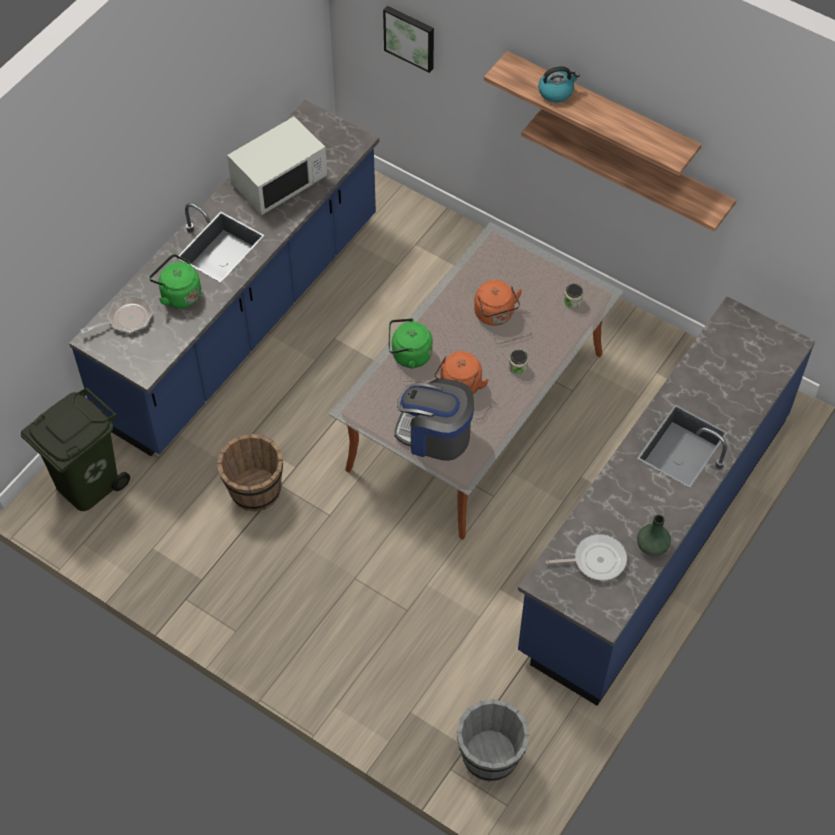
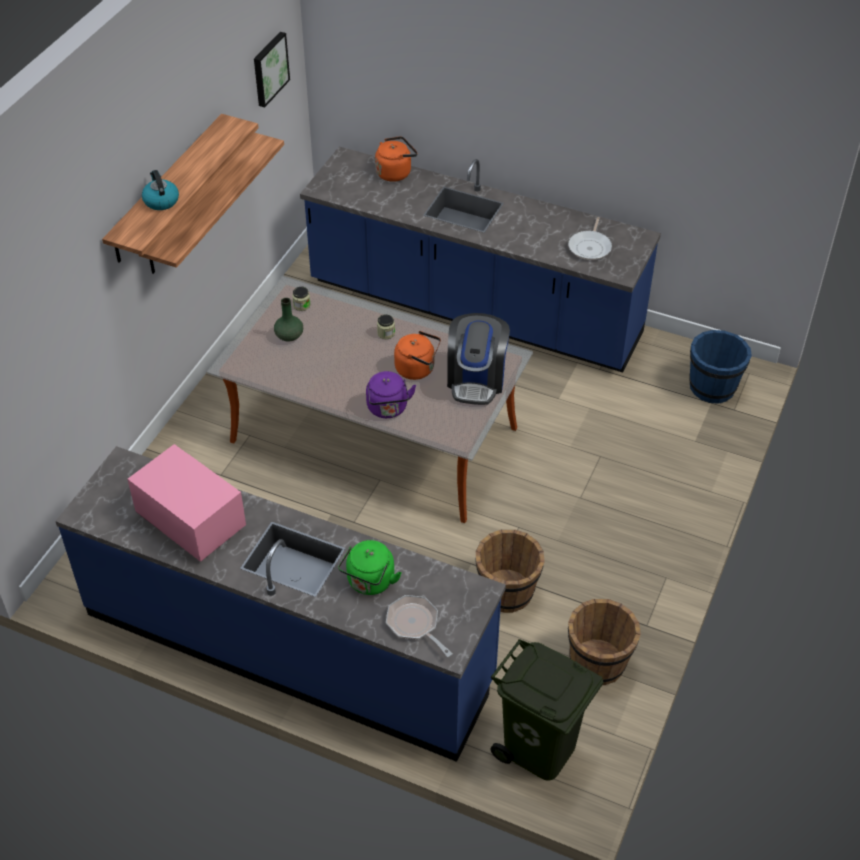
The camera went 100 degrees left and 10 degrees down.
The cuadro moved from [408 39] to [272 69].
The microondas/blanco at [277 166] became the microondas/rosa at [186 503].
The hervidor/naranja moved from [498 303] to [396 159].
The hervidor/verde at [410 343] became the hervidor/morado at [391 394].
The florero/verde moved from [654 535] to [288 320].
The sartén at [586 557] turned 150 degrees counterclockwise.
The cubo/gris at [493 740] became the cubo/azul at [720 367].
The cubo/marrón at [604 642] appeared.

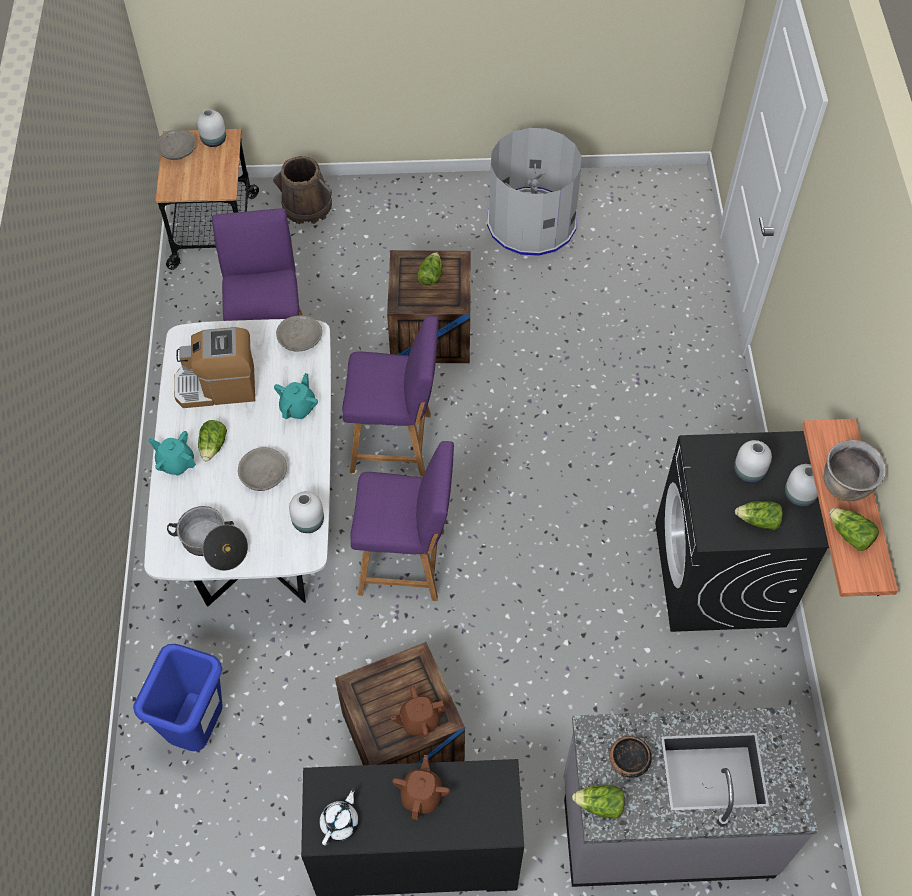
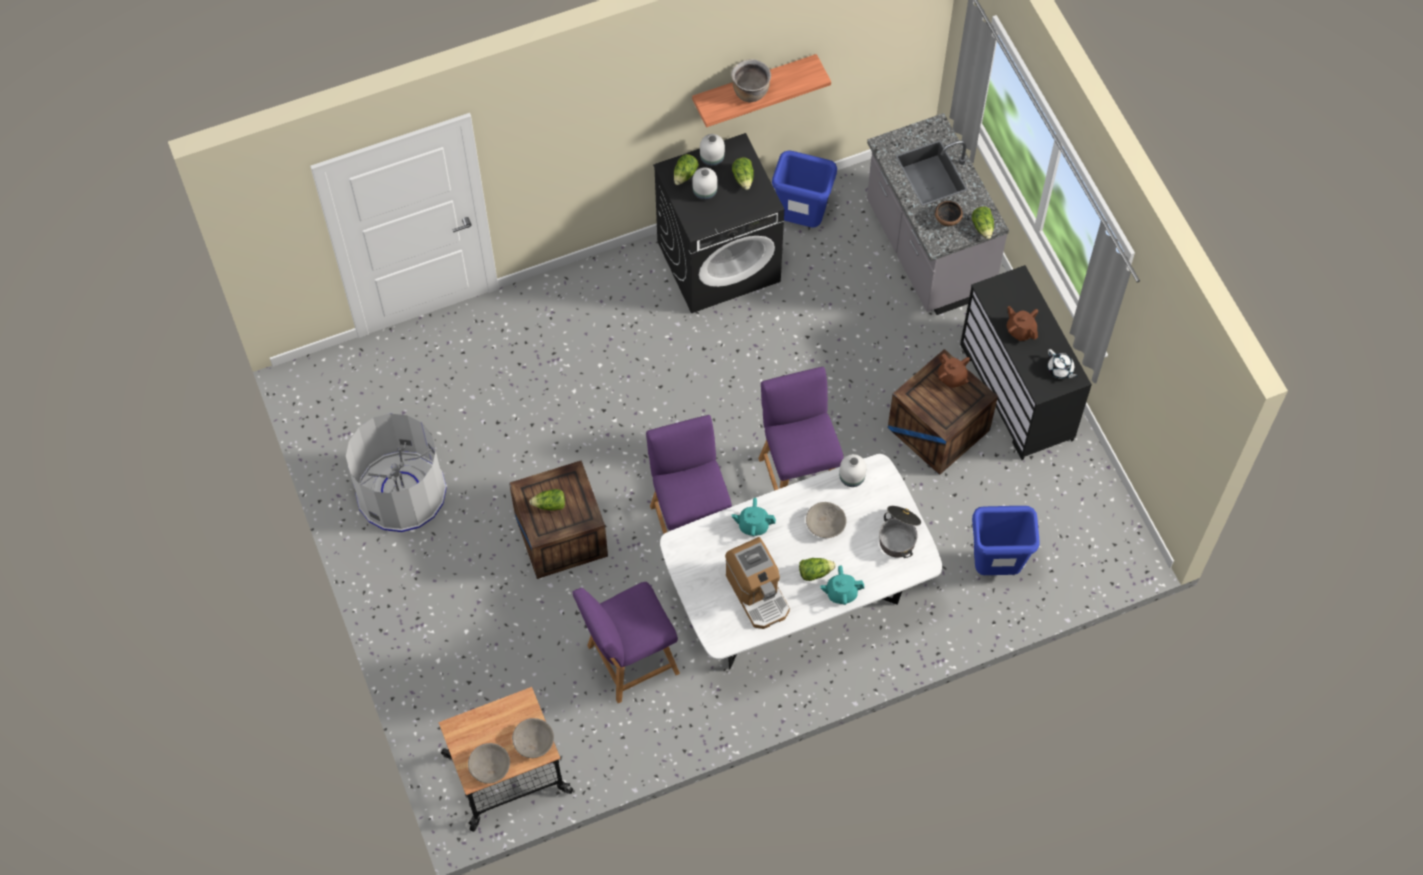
The camera went 110 degrees left and 5 degrees up.
The florero/blanco at [211 128] disappeared.
The cubo/marrón at [302 190] disappeared.
The cuenco/gris moved from [299 333] to [533 738].
The tetera/turquesa at [172 453] turned 75 degrees clockwise.
The lechuga moved from [854 529] to [686 169].
The tetera/marrón at [421 787] turned 60 degrees clockwise.
The tetera/blanco at [339 816] turned 135 degrees counterclockwise.
The papelera/azul at [804 189] appeared.

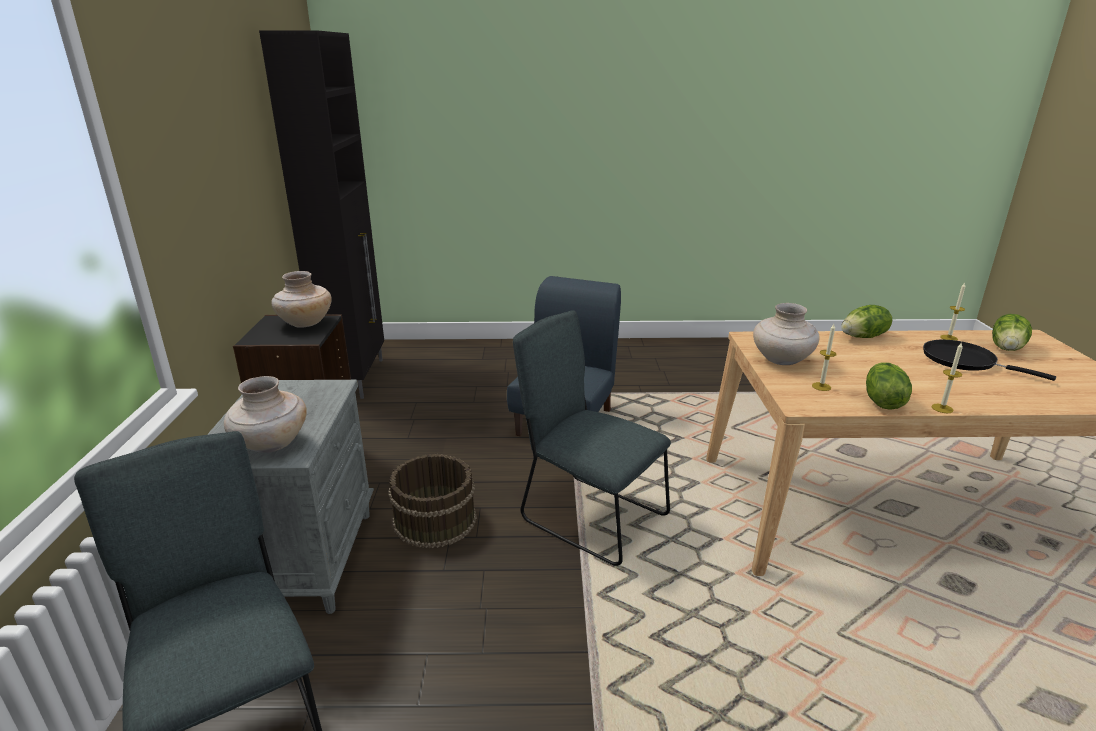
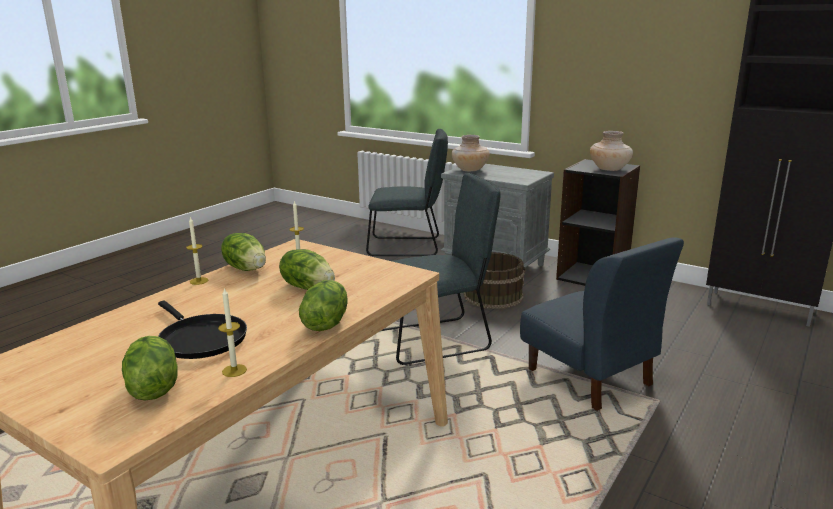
The camera went 125 degrees right and 5 degrees down.
The florero/beis at [786 334] disappeared.
The sartén/negro at [989 360] turned 60 degrees clockwise.
The lechuga at [307 269] appeared.

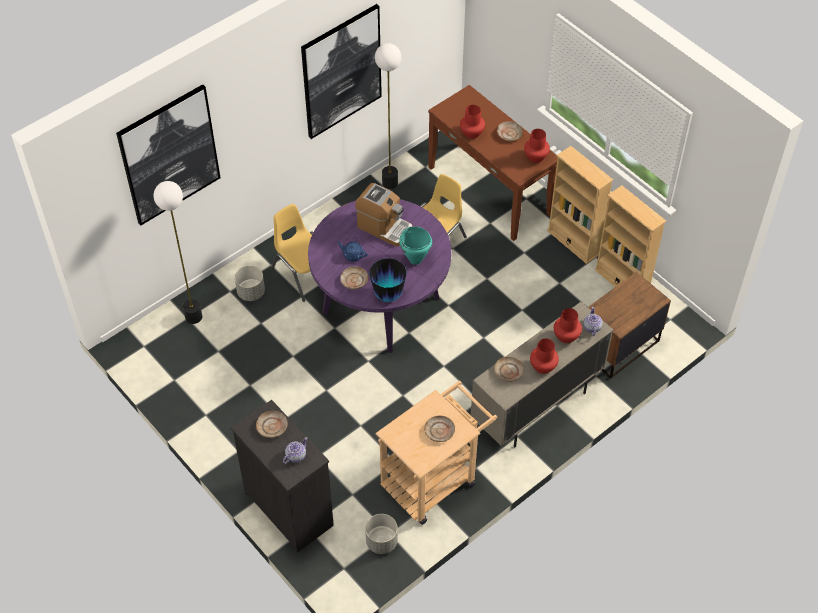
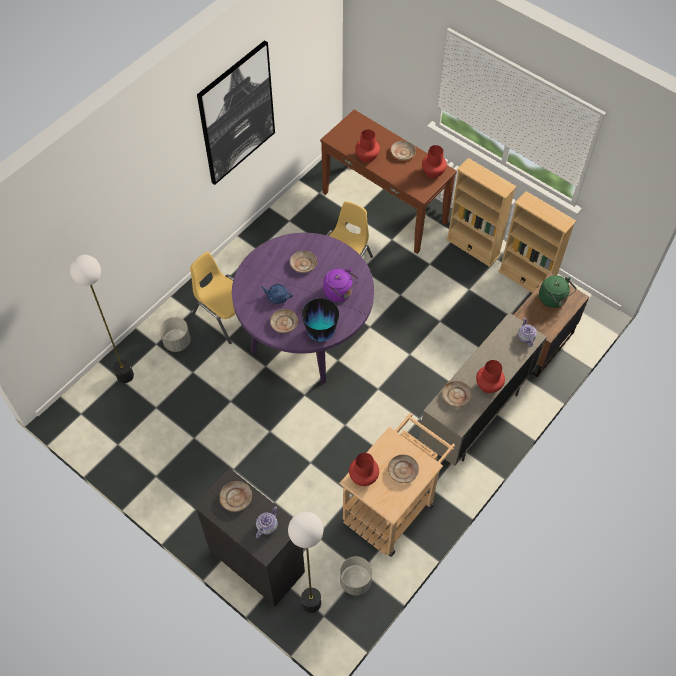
The camera went 10 degrees left and 5 degrees up.
The lámpara de pie moved from [388 116] to [305 562].
The cuadro at [168 154] disappeared.
The cafetera at [383 215] was replaced by the plato/beis at [303 262].
The olla/turquesa at [415 245] was replaced by the hervidor/morado at [340 285].
The florero/rojo moved from [568 325] to [364 469].
The hervidor/verde at [558 291] appeared.

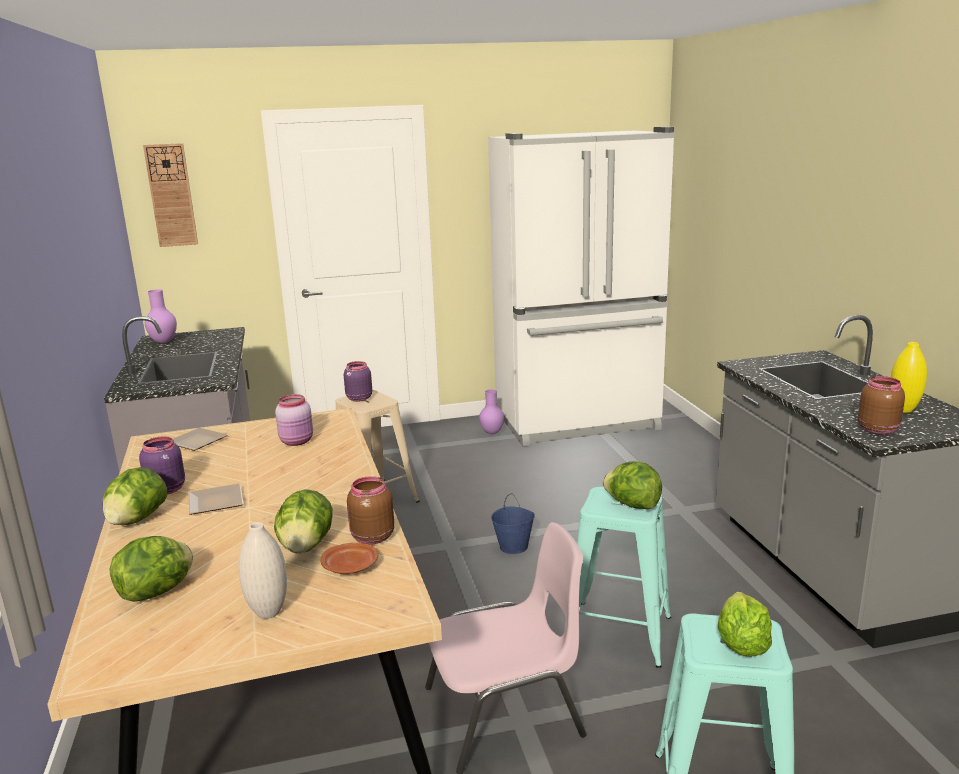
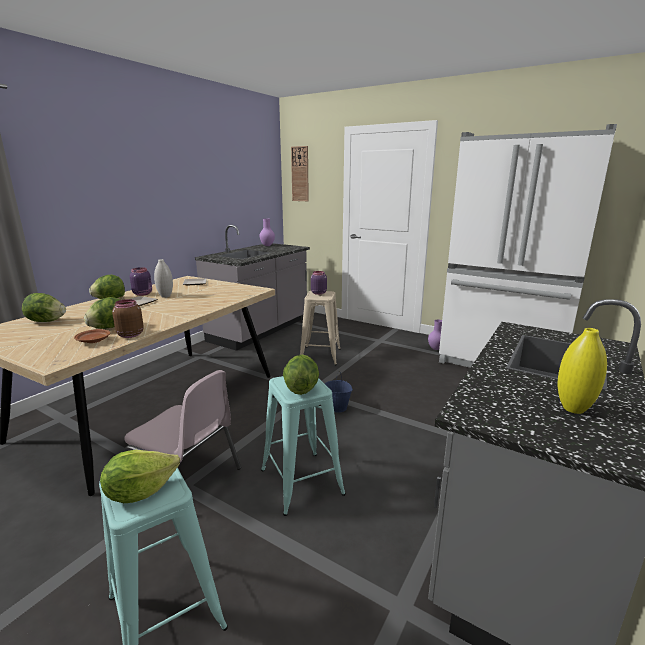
The camera went 45 degrees right and 0 degrees up.
The tarro/marrón at [881 405] disappeared.
The tarro/rosa at [294 420] disappeared.
The florero/blanco moved from [262 570] to [163 278].

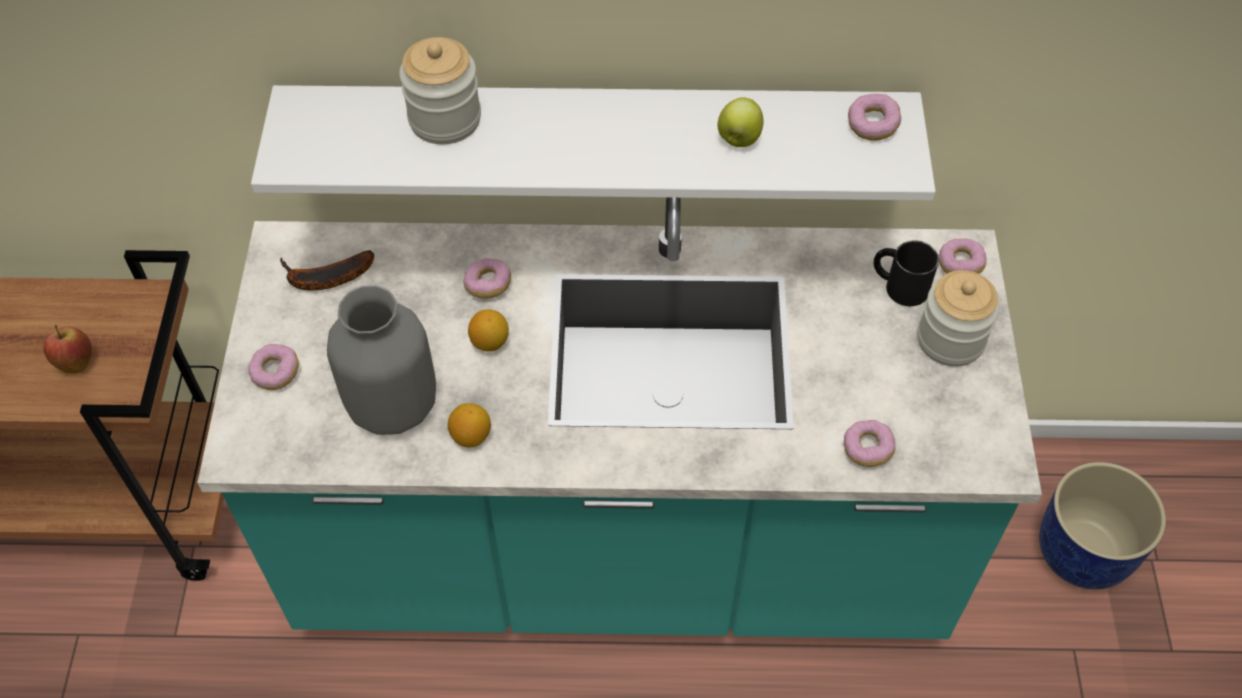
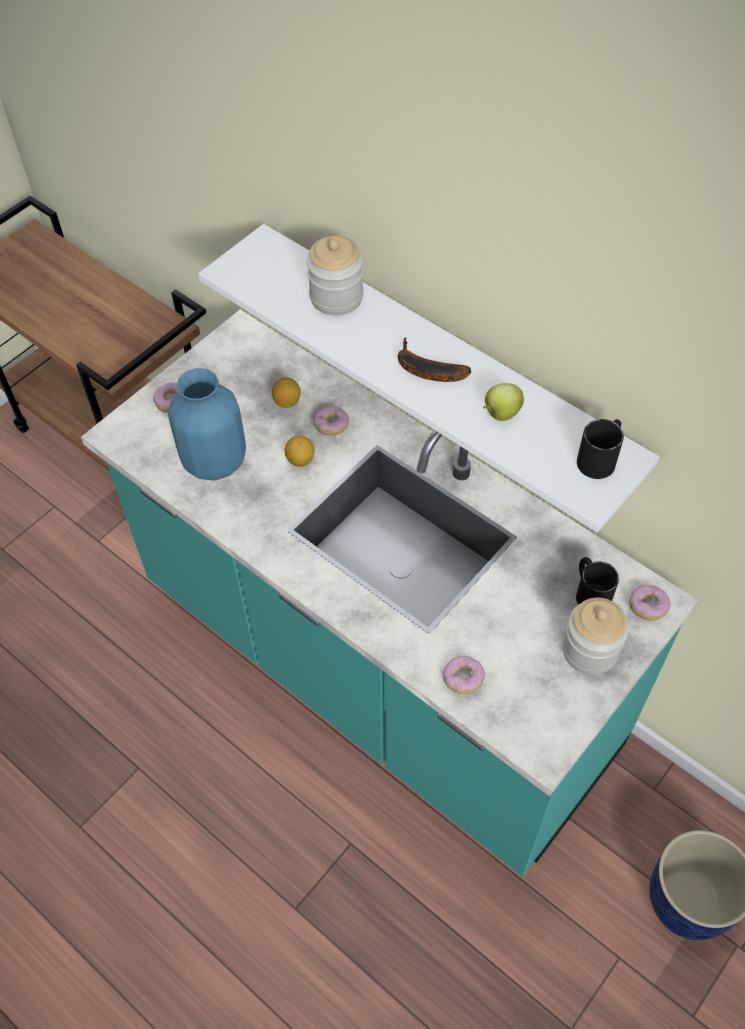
The camera went 40 degrees right and 0 degrees up.
The rosquilla at [874 117] was replaced by the taza grande/negro at [600 449].
The plátano moved from [327 270] to [434 360].
The florero/gris at [381 360] became the florero/azul at [207 424].
The manzana at [68 349] disappeared.
The limón moved from [469 425] to [286 392].

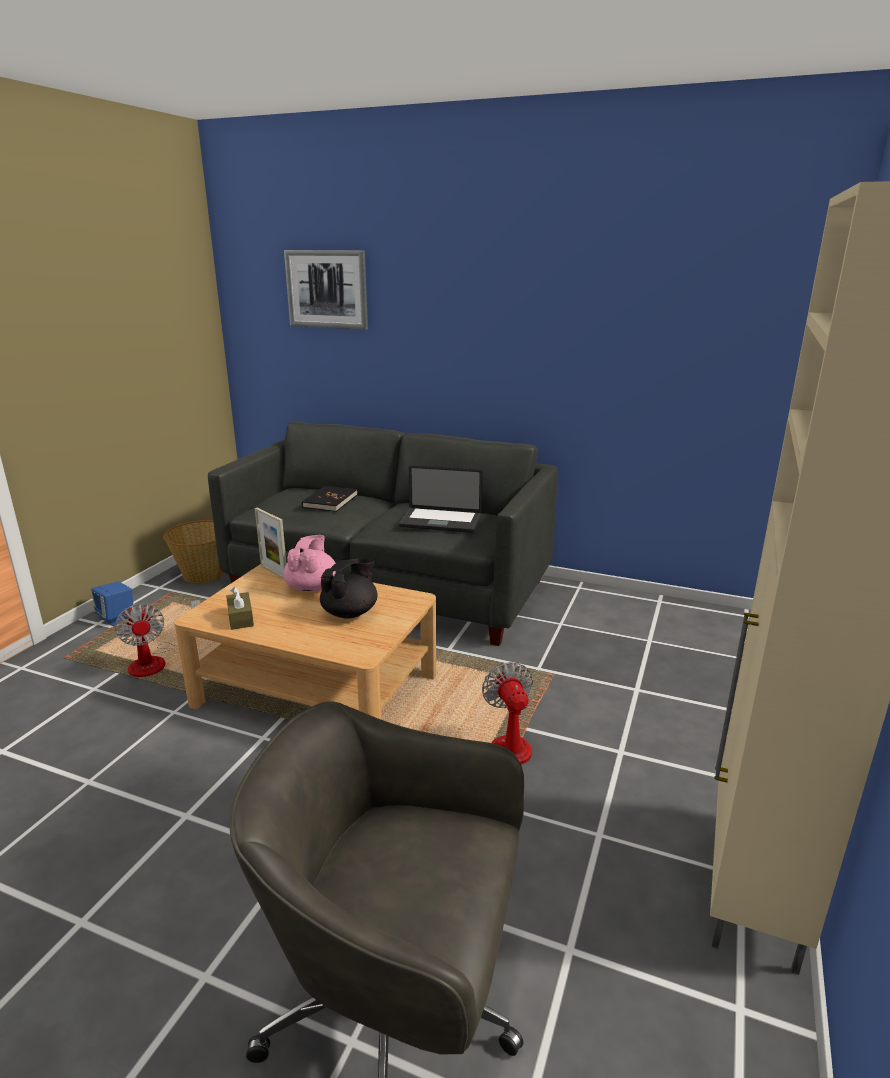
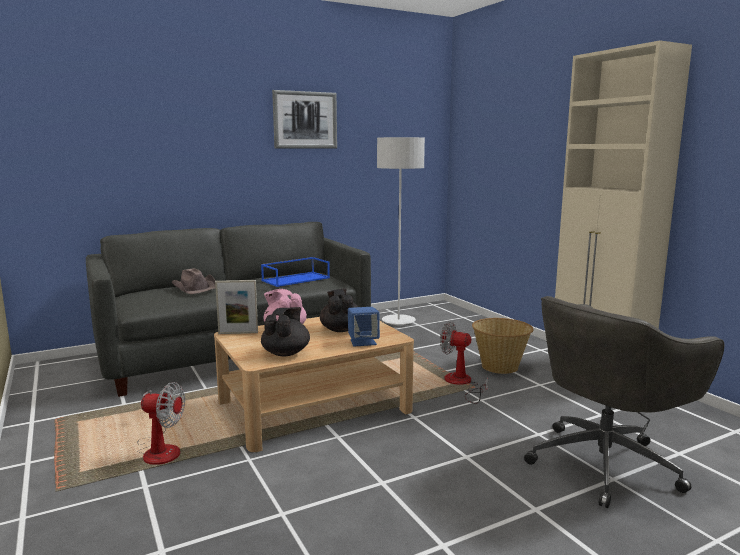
The camera went 50 degrees left and 10 degrees down.
The cuadro moved from [326 290] to [304 119].
The portátil at [441 499] was replaced by the bandeja/azul at [295 272].
The libro/negro at [330 499] was replaced by the sombrero/marrón at [194 281].
The cesta moved from [193 551] to [503 346].
The altavoz/azul moved from [112 604] to [364 327].
The caja de pañuelos/marrón at [240 608] was replaced by the tetera/negro at [285 331].
The lámpara de pie/gris at [401 231] appeared.

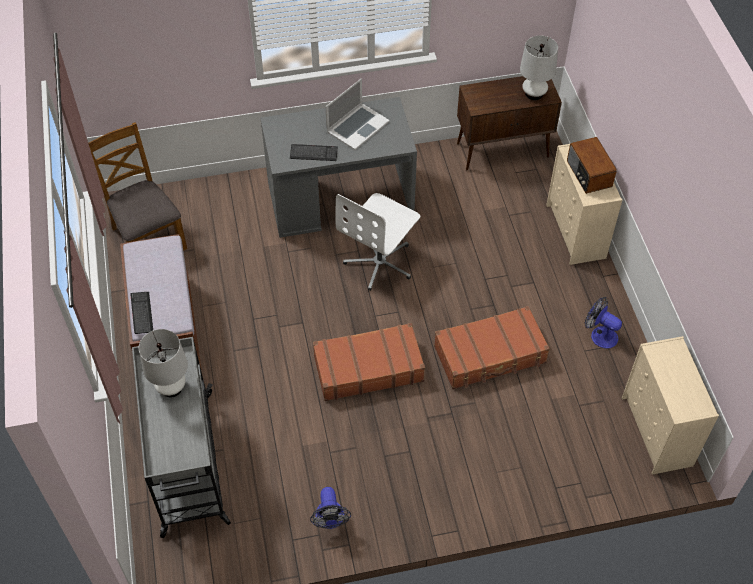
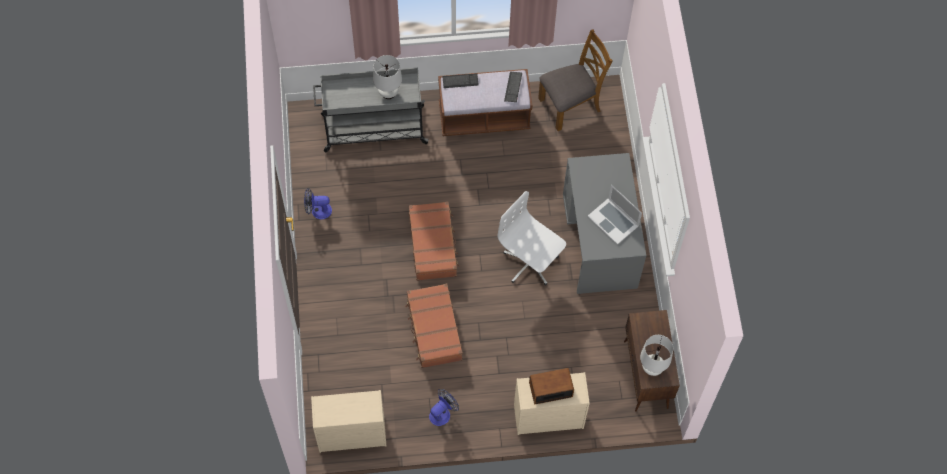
The camera went 95 degrees right and 10 degrees up.
The teclado moved from [314 152] to [513 87].

